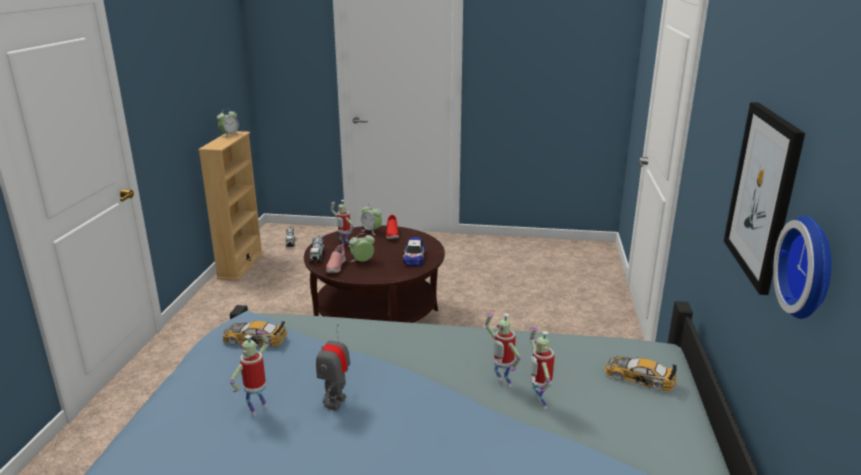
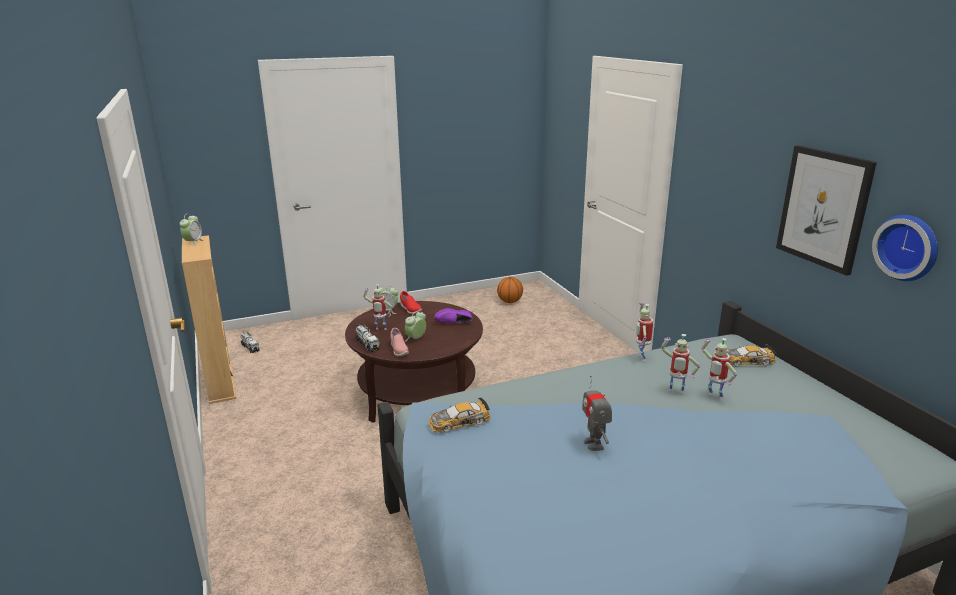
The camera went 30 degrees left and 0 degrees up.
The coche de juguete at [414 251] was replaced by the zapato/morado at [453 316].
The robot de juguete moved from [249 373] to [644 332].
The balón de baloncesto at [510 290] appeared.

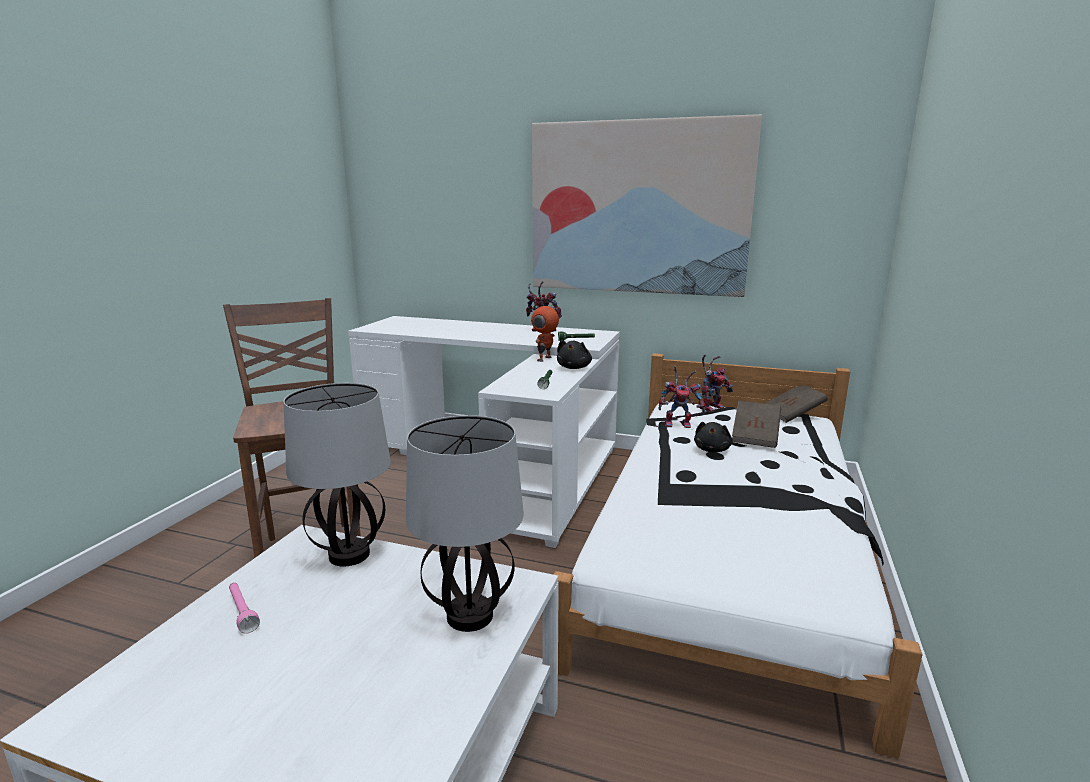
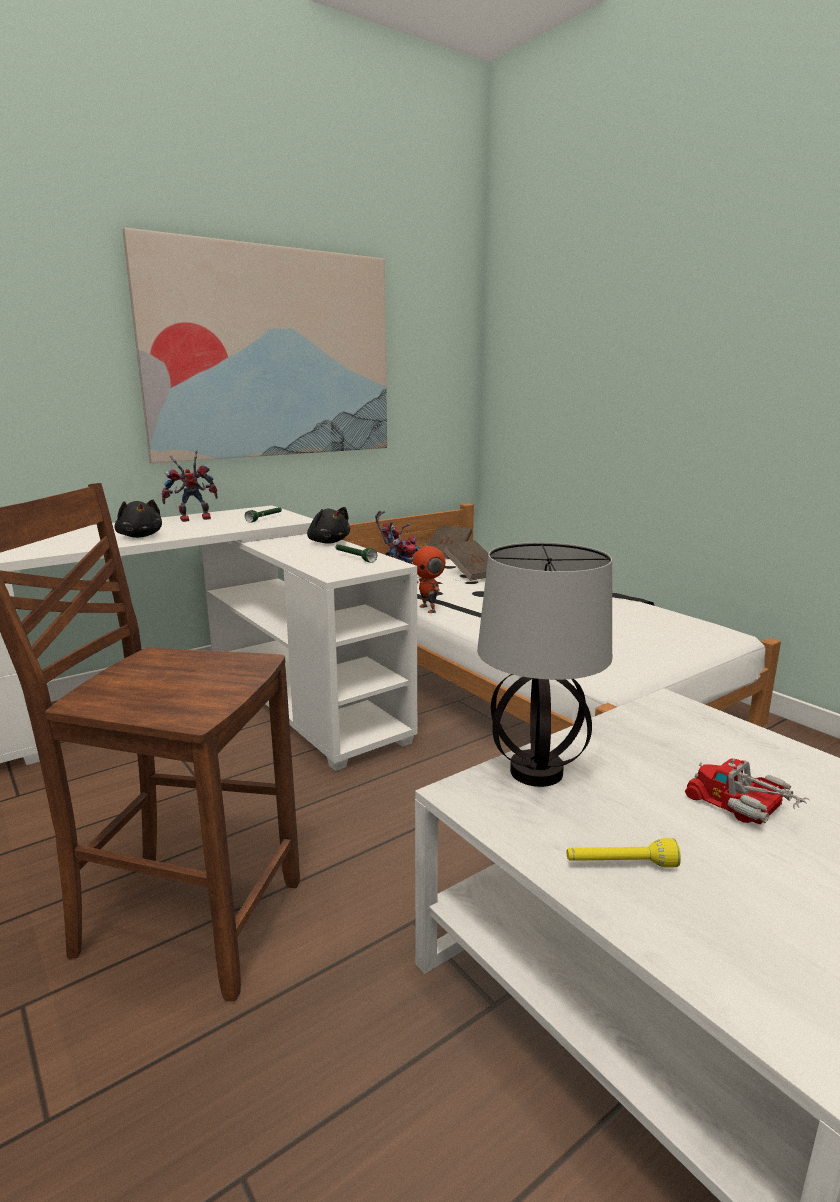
The camera went 55 degrees left and 0 degrees up.
The robot de juguete moved from [545 331] to [428 575].
The lámpara de mesa at [465 523] disappeared.
The peluche/negro moved from [713 437] to [138 518].
The linterna/rosa at [244 608] became the linterna/amarillo at [624 853].
The camión de juguete at [747 791] appeared.

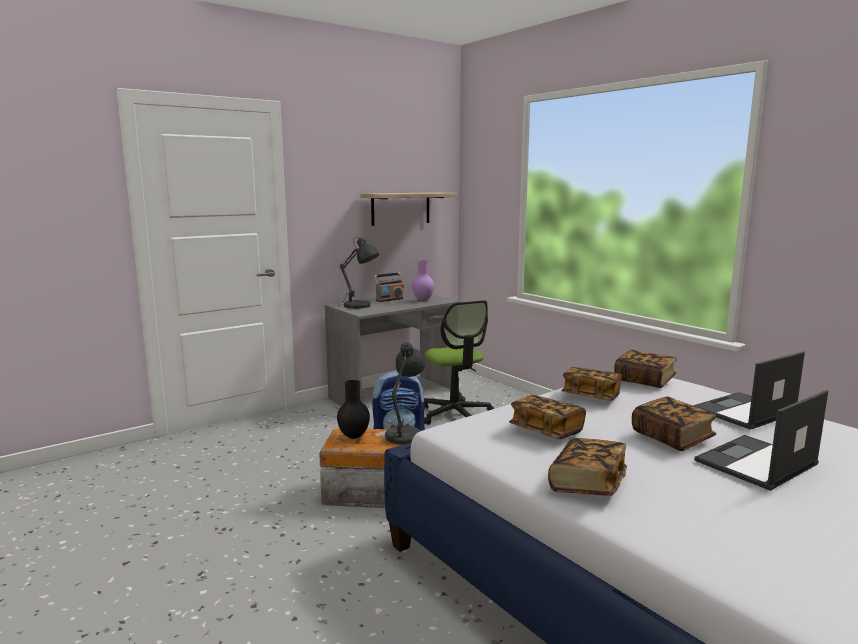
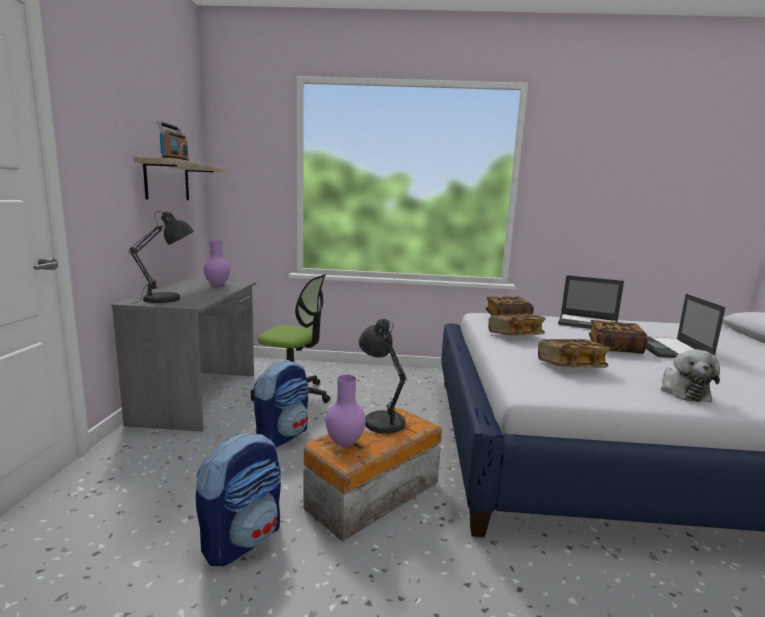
The camera went 50 degrees left and 0 degrees up.
The radio moved from [389 287] to [172 141].
The portátil at [749 390] turned 75 degrees counterclockwise.
The florero/negro at [353 409] became the florero/morado at [346 411].
The libro at [587 467] was replaced by the peluche at [690 376].
The mochila at [238 499] appeared.

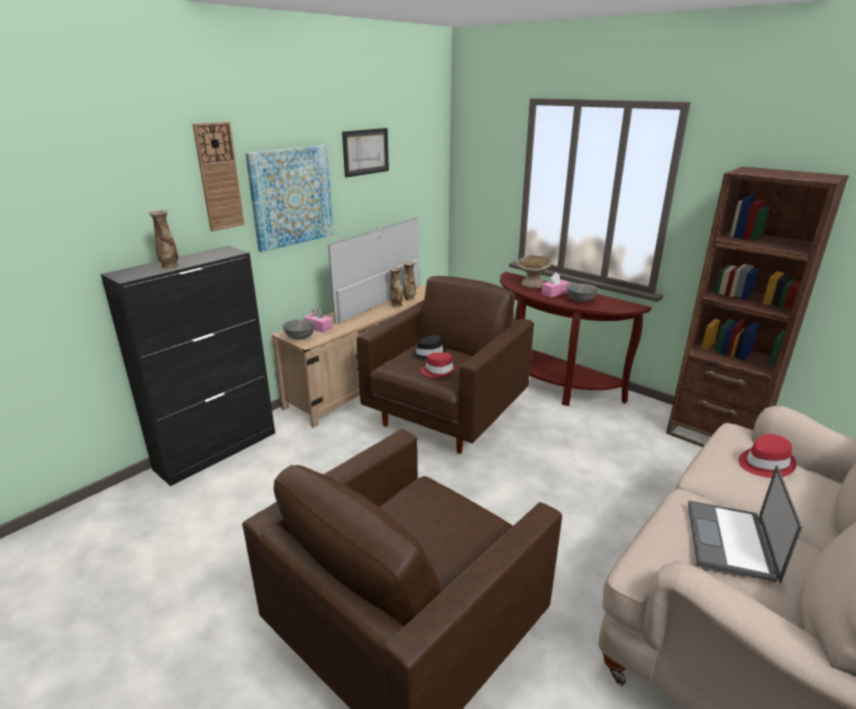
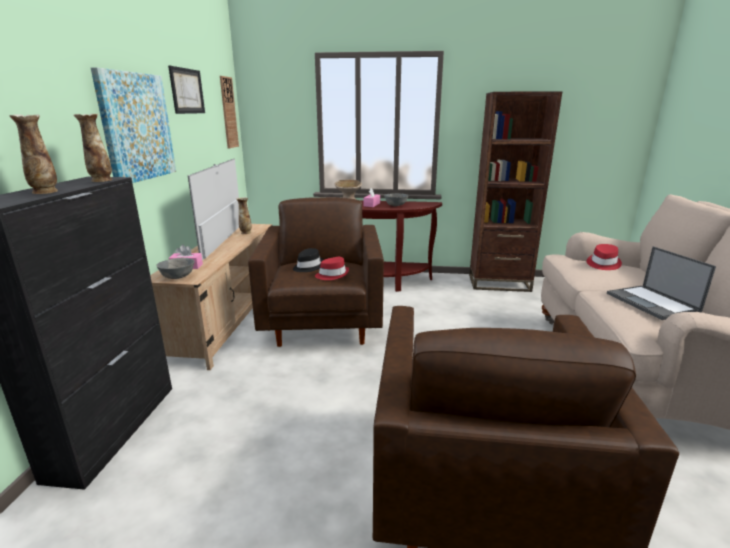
The camera went 35 degrees left and 5 degrees down.
The reloj de pared moved from [218 176] to [229 112].
The florero moved from [396 287] to [93 148].

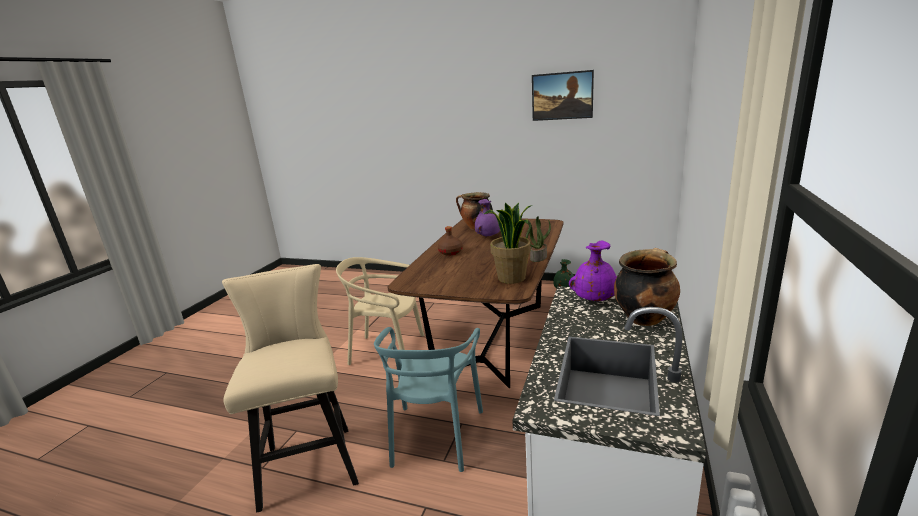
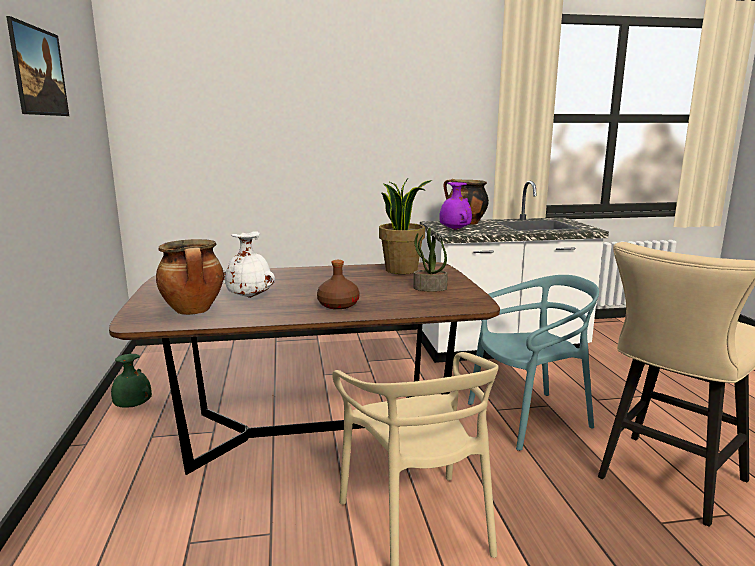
The camera went 120 degrees left and 5 degrees down.
The florero/morado at [487 218] became the florero/blanco at [249 264].
The planta en maceta moved from [538 239] to [430 260].

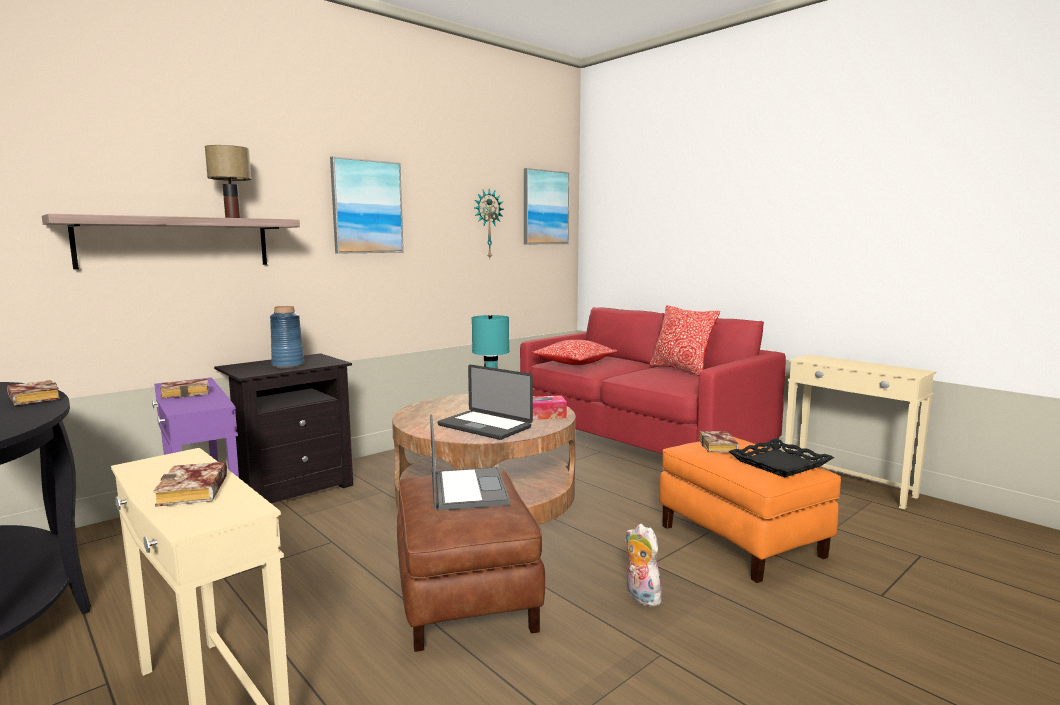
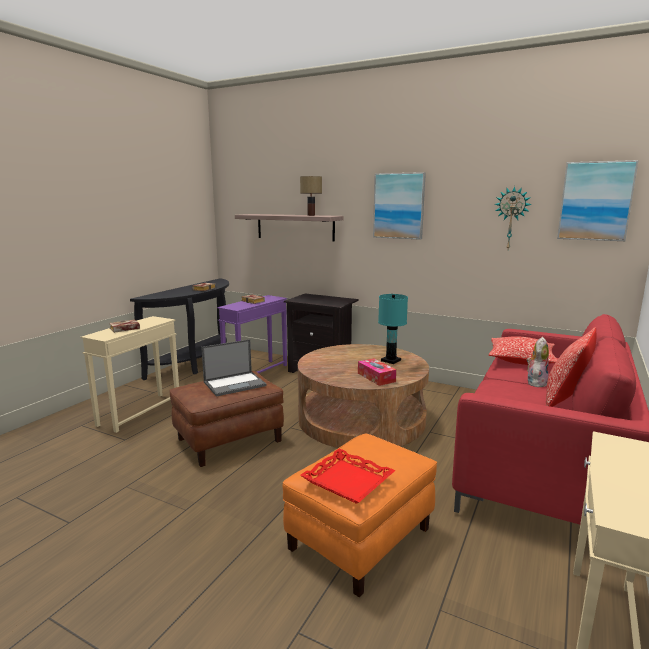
The camera went 70 degrees right and 5 degrees up.
The florero/azul at [287 337] disappeared.
The portátil at [485 402] disappeared.
The libro at [719 441] disappeared.
The bandeja/negro at [781 458] became the bandeja/rojo at [347 476].
The peluche moved from [646 565] to [537 362].

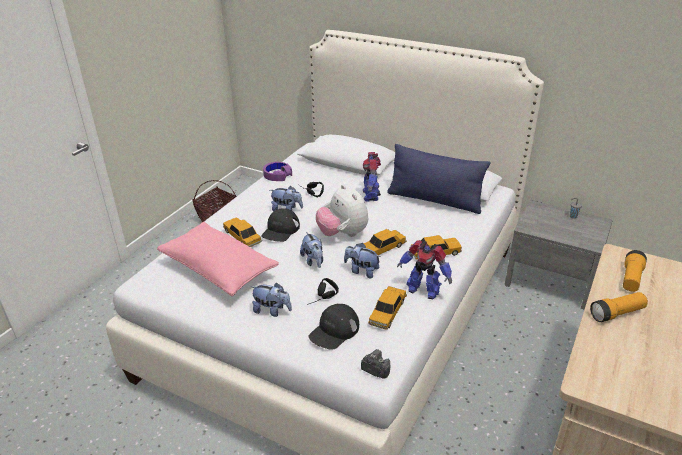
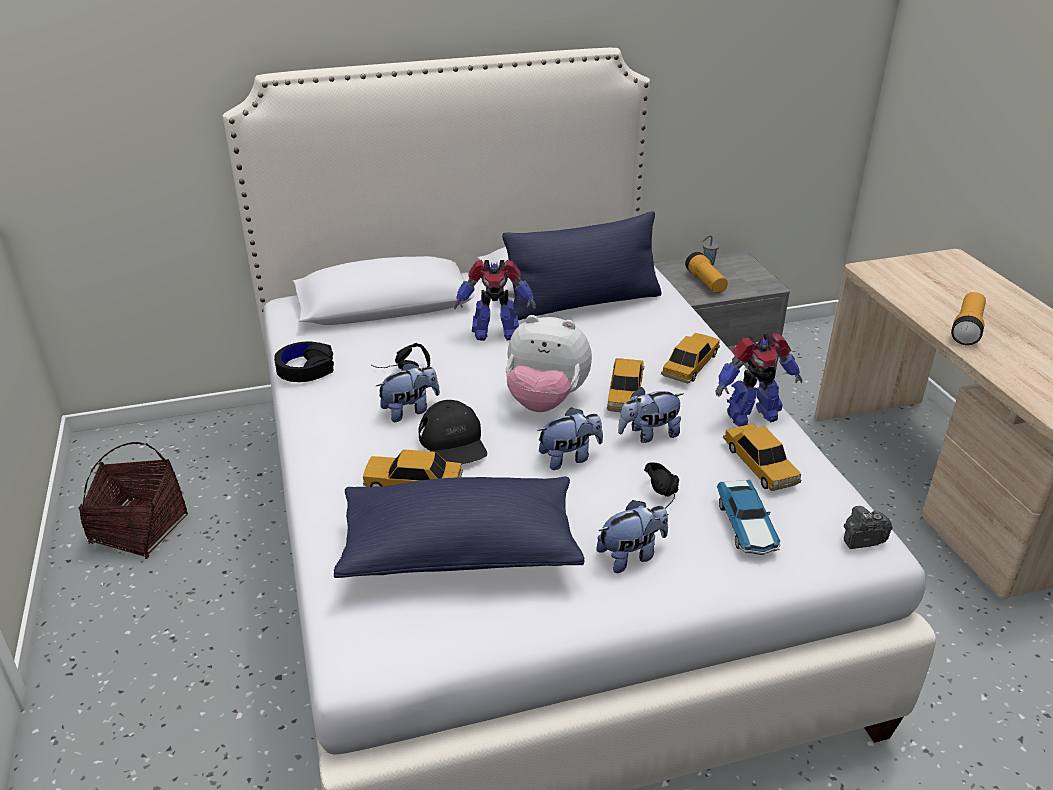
The camera went 45 degrees left and 0 degrees up.
The robot de juguete at [372 177] turned 45 degrees counterclockwise.
The auriculares/morado at [277 171] became the auriculares/negro at [304 361].
The cojín/rosa at [218 259] became the cojín/azul at [459 527].
The peluche at [311 250] turned 45 degrees counterclockwise.
The linterna moved from [635 271] to [706 272].
The gorra/negro at [333 327] was replaced by the coche de juguete at [749 517].

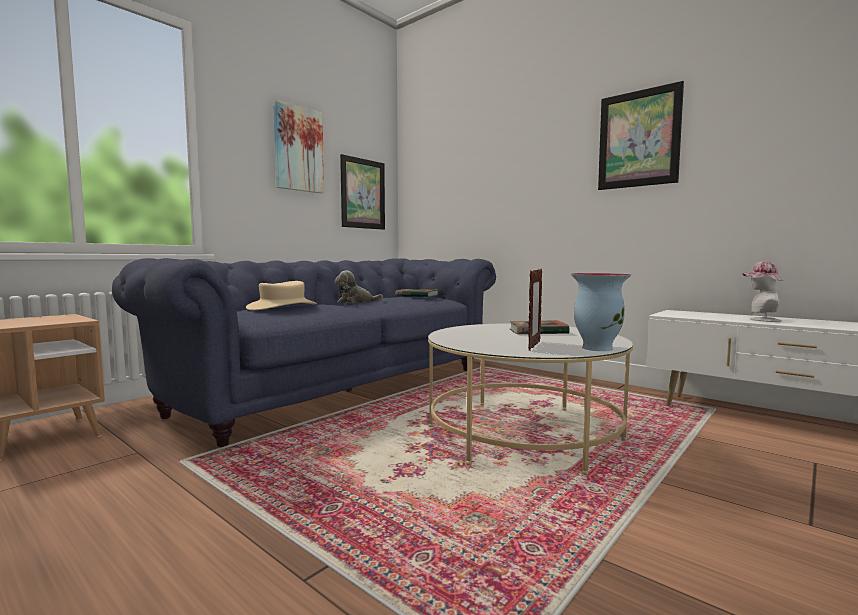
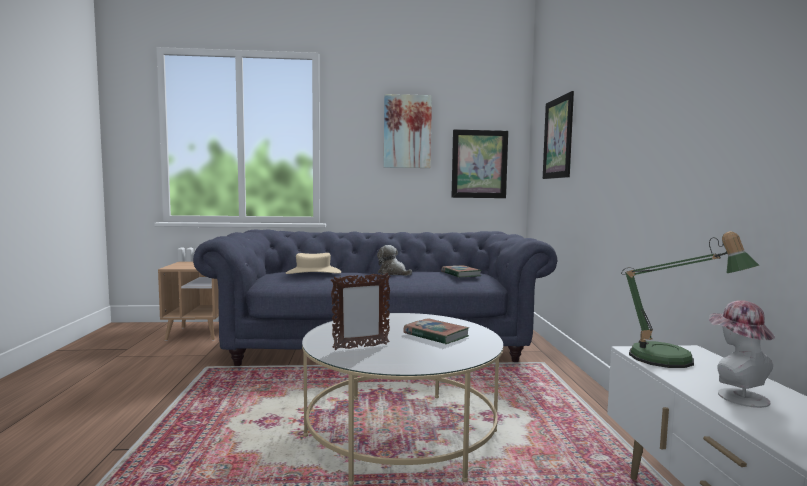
The camera went 45 degrees right and 0 degrees up.
The cuadro moved from [641 135] to [558 135].
The florero at [601 312] disappeared.
The lámpara de mesa at [690 299] appeared.

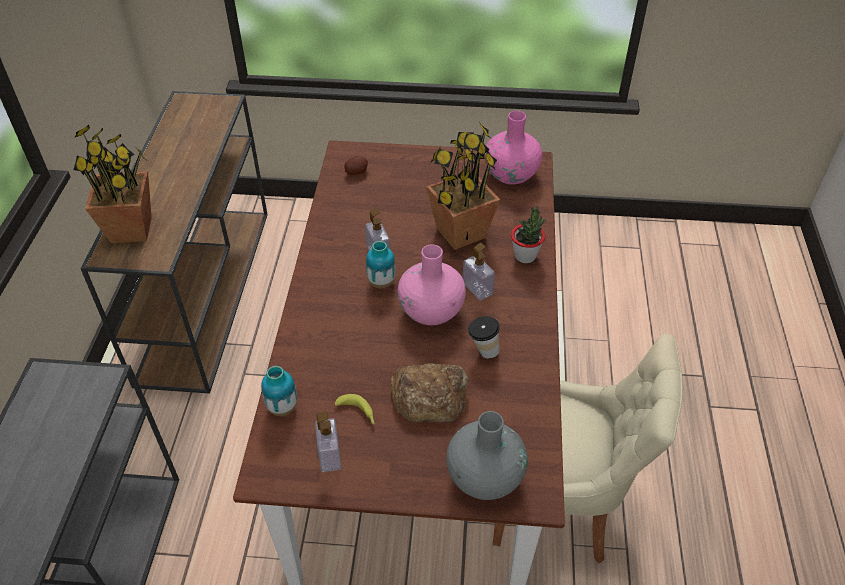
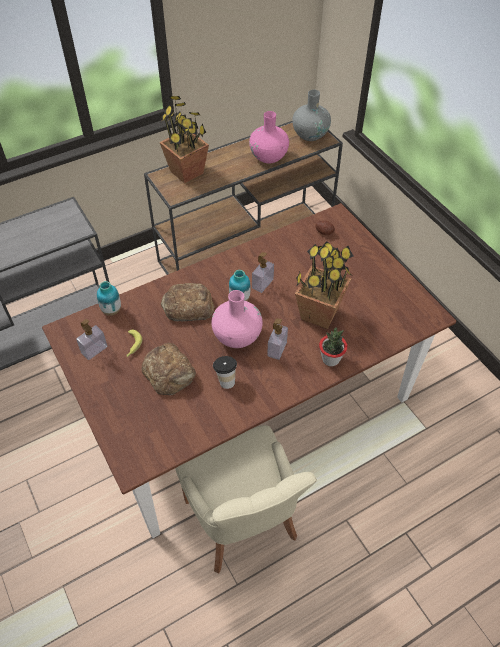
The camera went 55 degrees right and 5 degrees up.
The florero/rosa moved from [513 148] to [269 137].
The florero/gris moved from [487 455] to [311 115].
The pan at [188 302] appeared.

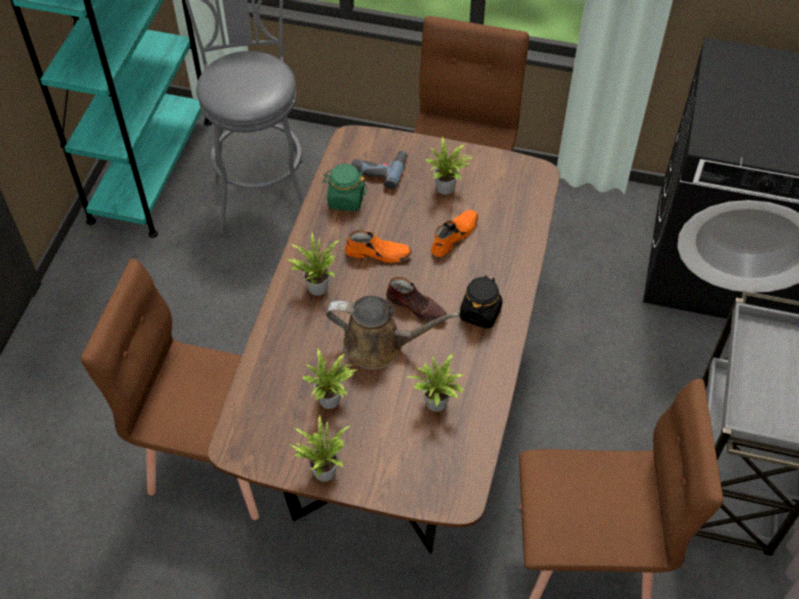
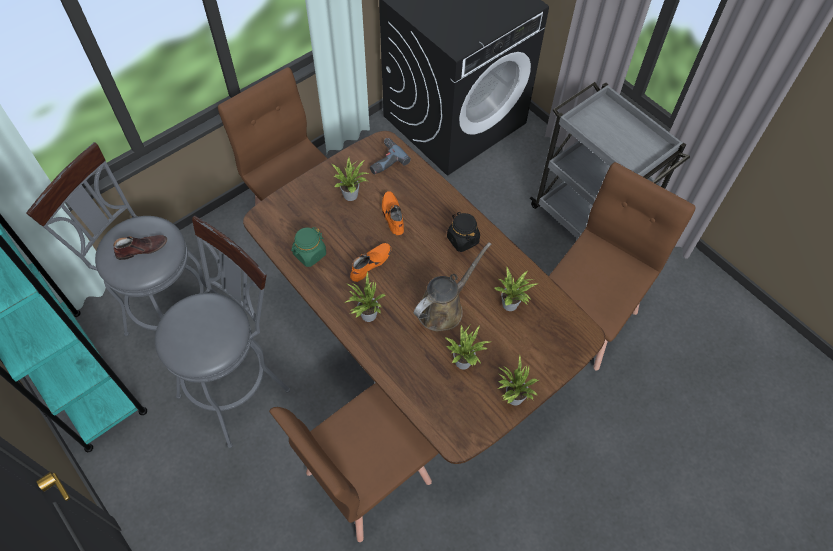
The camera went 55 degrees left and 5 degrees up.
The taladro moved from [379 169] to [390 156].
The zapato/marrón moved from [416 299] to [140 247].
The taburete/gris at [222 332] appeared.

